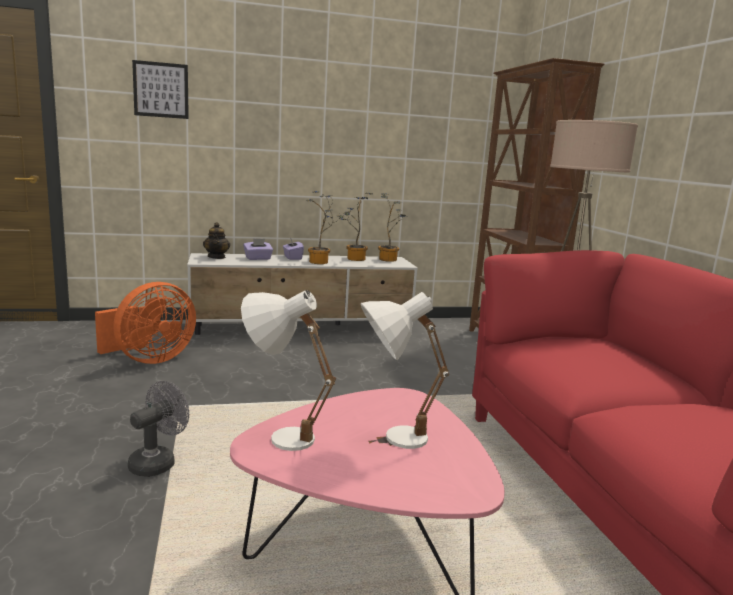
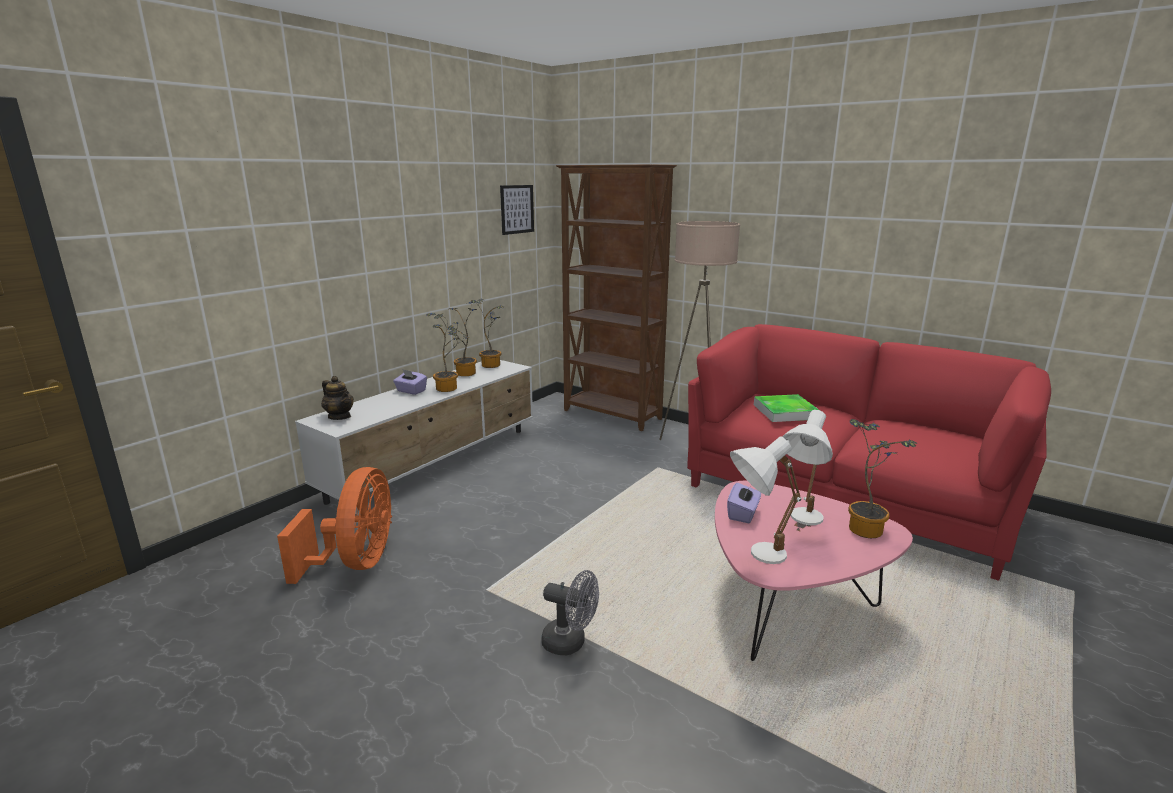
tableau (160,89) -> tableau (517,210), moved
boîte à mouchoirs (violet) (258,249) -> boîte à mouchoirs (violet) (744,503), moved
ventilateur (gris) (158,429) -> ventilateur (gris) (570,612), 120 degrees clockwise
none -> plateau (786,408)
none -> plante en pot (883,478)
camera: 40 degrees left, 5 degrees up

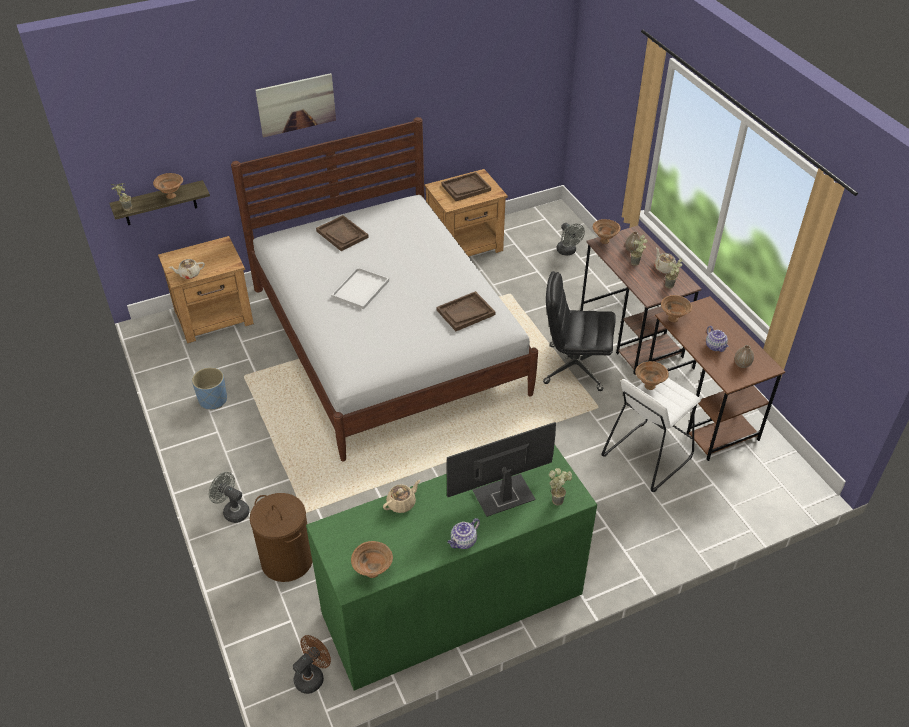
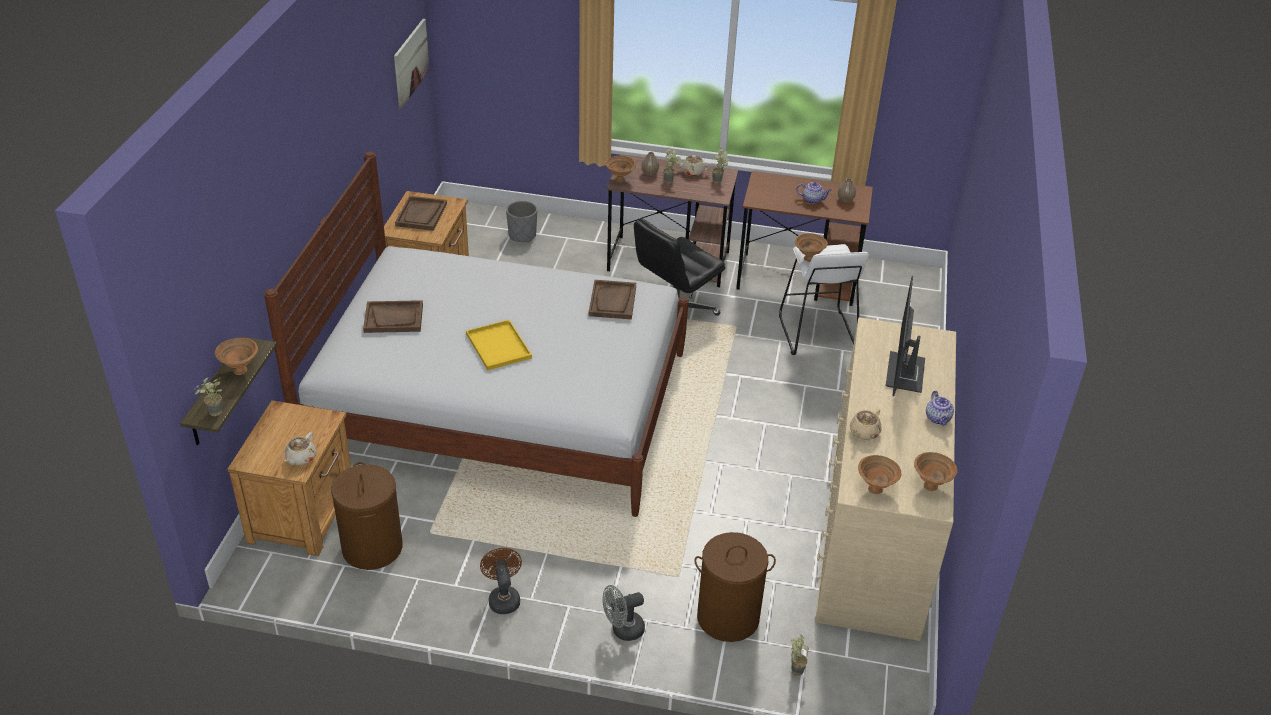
tableau (295,105) -> tableau (412,64), moved
ventilateur (gris) (570,239) -> cache-pot (gris) (521,221)
plateau (blanc) (360,288) -> plateau (jaune) (499,345)
bol (marron) (676,308) -> bol (marron) (879,474), moved
cache-pot (bleu) (209,388) -> none
commode (vert) (451,567) -> commode (beige) (885,479)
plante en pot (560,487) -> plante en pot (799,655), moved
théière (beige) (401,496) -> théière (beige) (865,424), 135 degrees counterclockwise
ventilateur (marron) (312,664) -> ventilateur (marron) (501,581), moved
none -> panier à linge (marron) (366,516)
camera: 55 degrees left, 5 degrees down

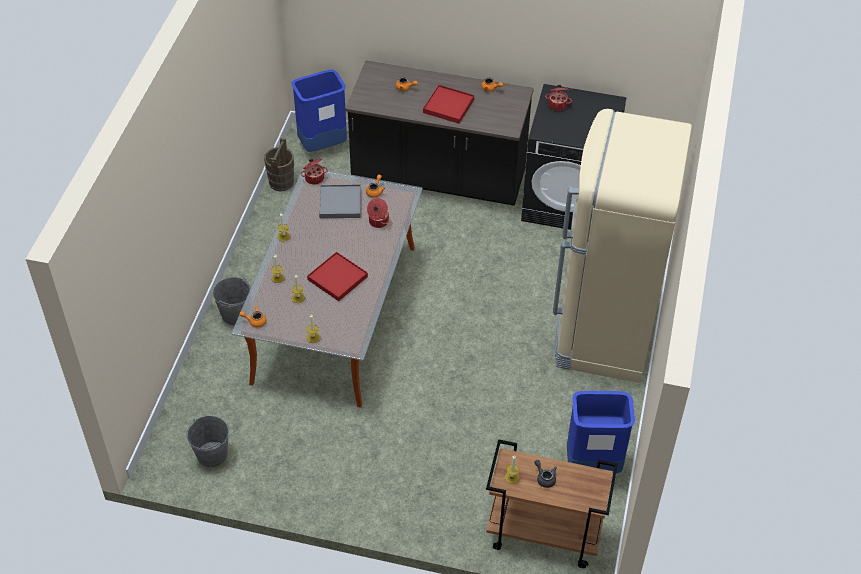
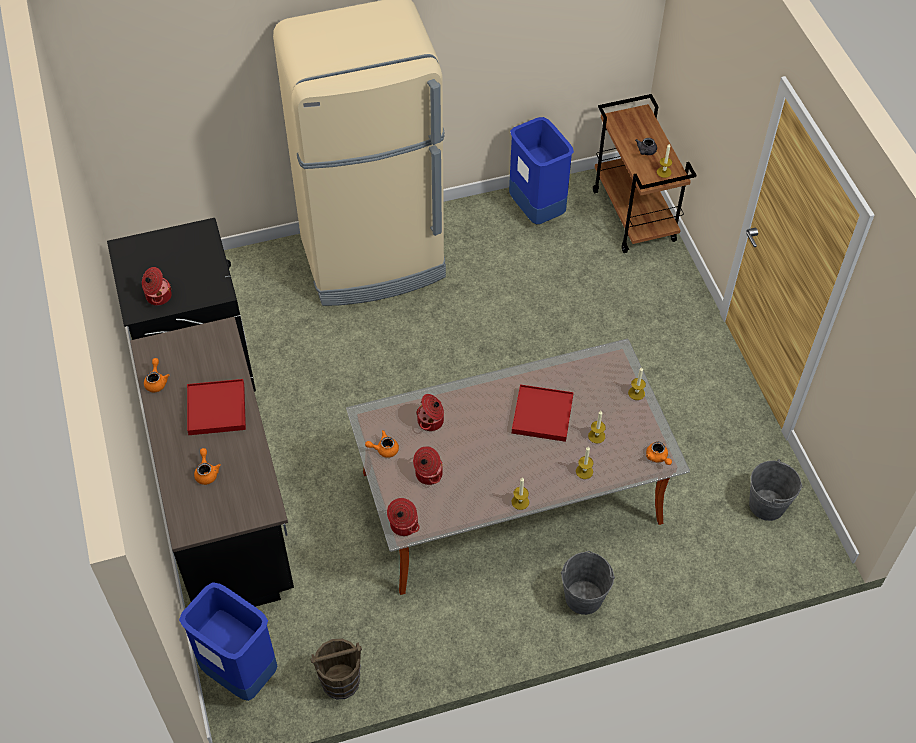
plateau (gris) (340,201) -> marmite (428,465)
camera: 120 degrees left, 5 degrees up

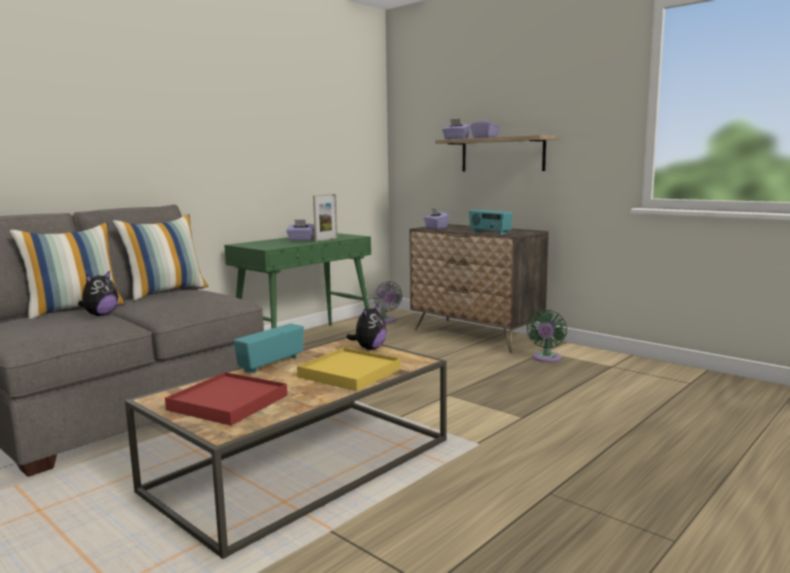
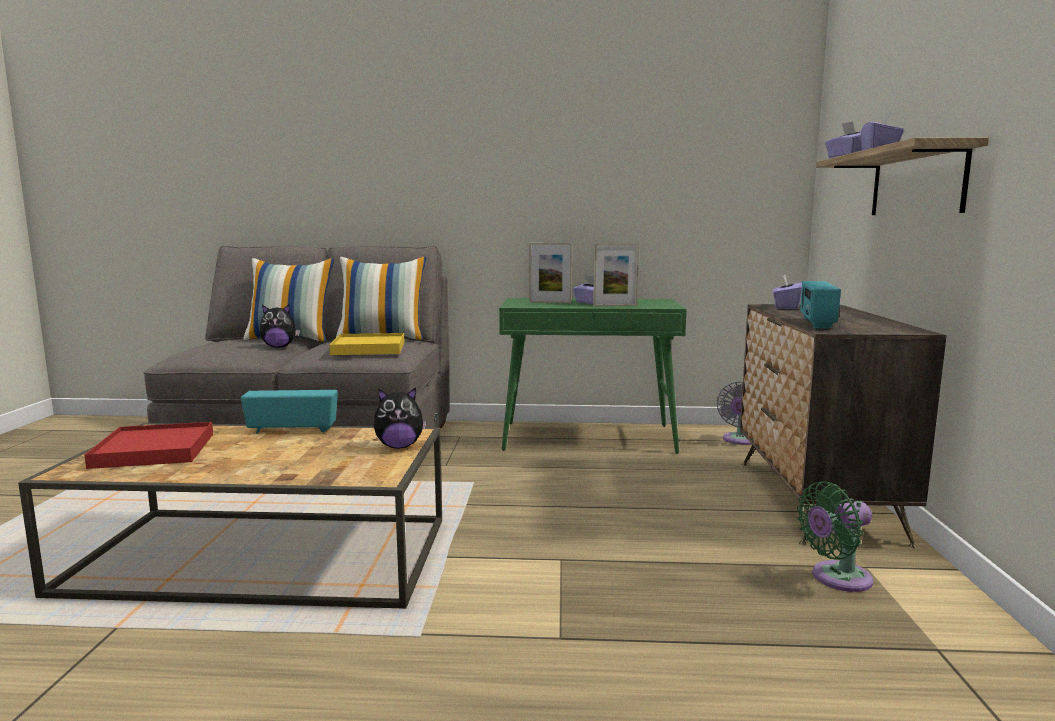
plateau (jaune) (349,369) -> plateau (jaune) (366,344), moved
none -> cadre photo (550,273)
camera: 50 degrees right, 0 degrees up

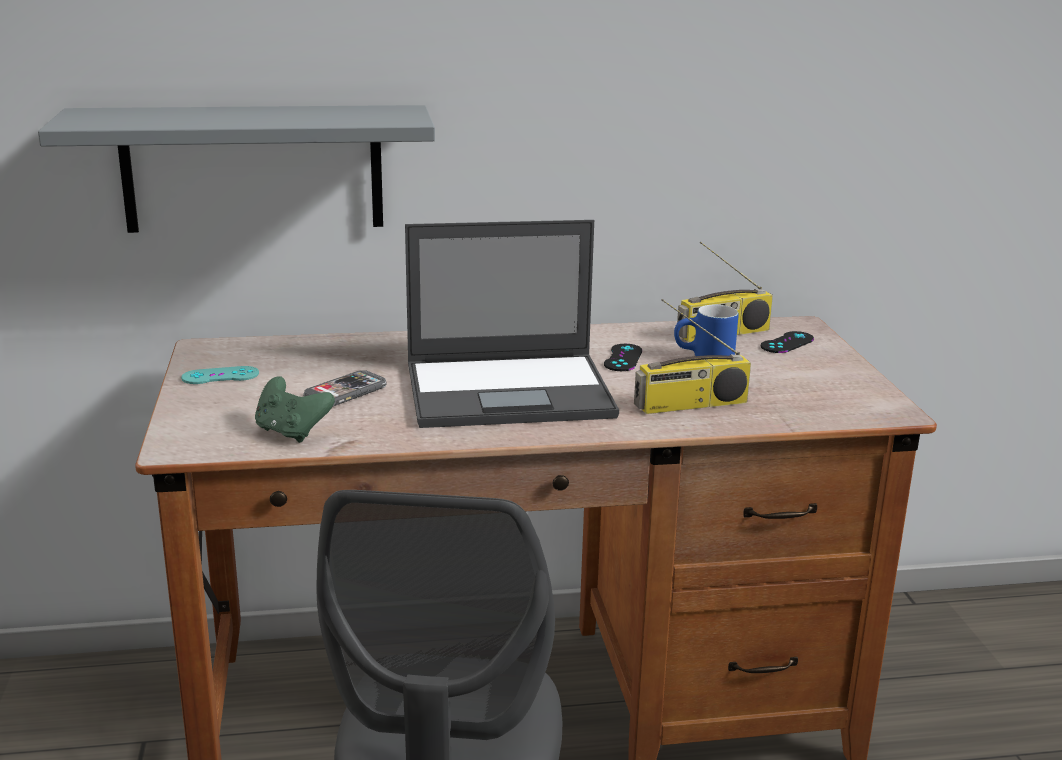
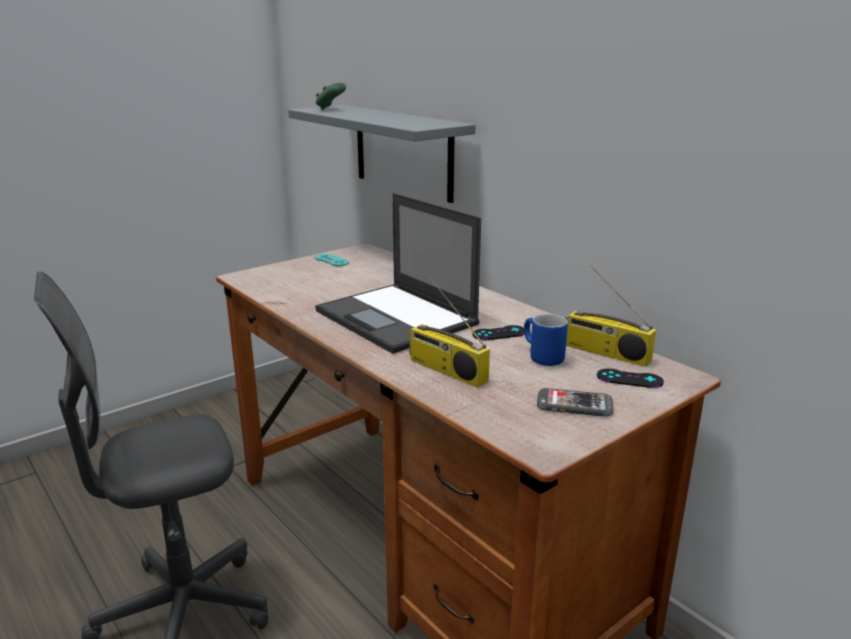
téléphone (345,388) -> téléphone (575,402), moved
manette (vert) (295,409) -> manette (vert) (331,96), moved
camera: 60 degrees right, 0 degrees up

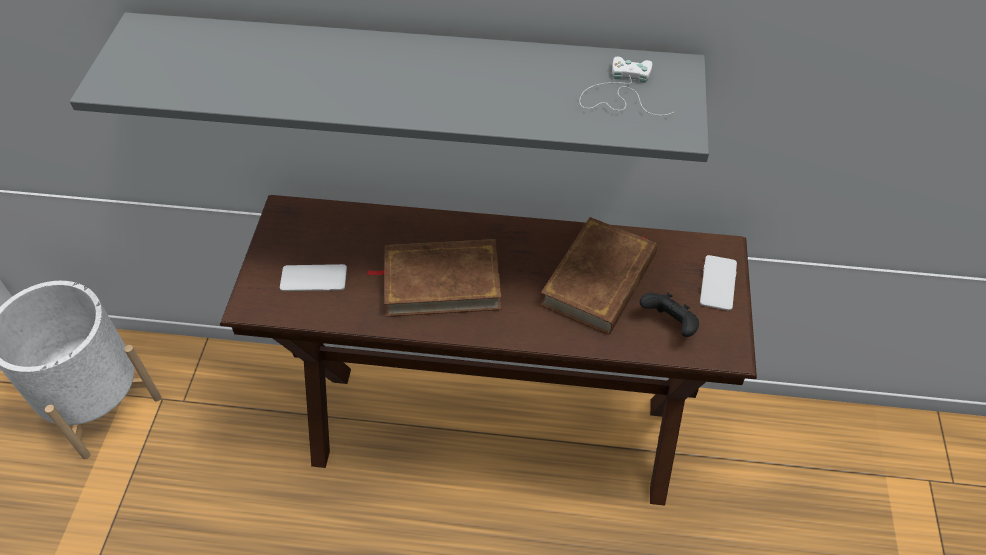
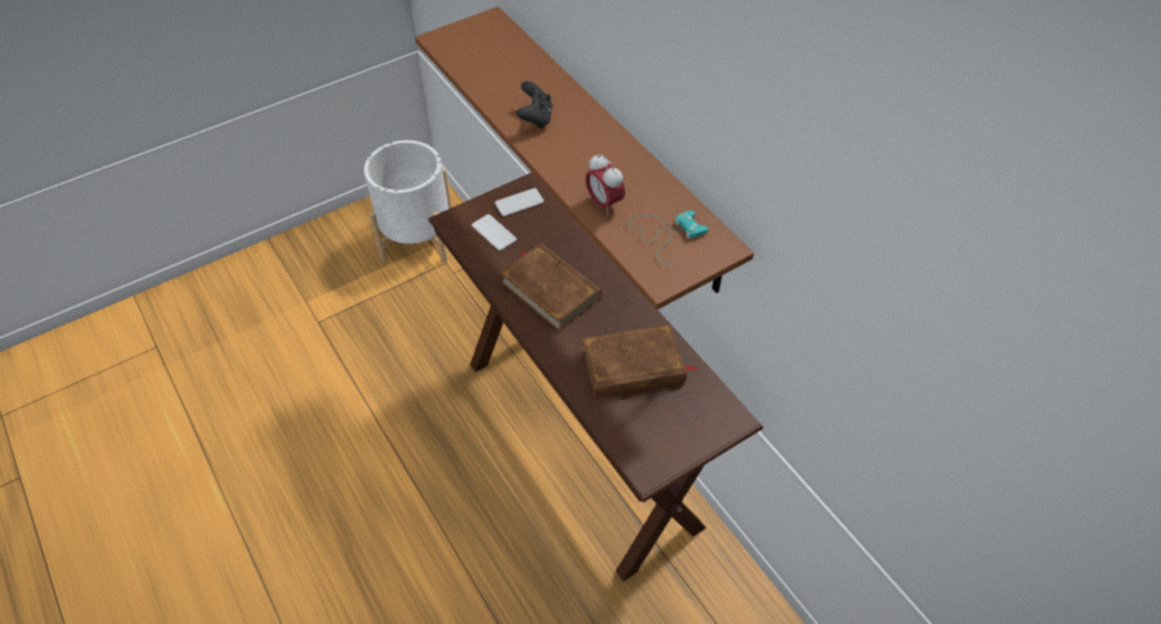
étagère (gris) (389,87) -> étagère (marron) (584,158)
manette (blanc) (626,86) -> manette (turquoise) (668,238)
téléphone (718,283) -> téléphone (519,202), moved
manette (noir) (669,314) -> manette (noir) (534,105), moved
none -> réveil (605,184)
camera: 50 degrees right, 0 degrees up

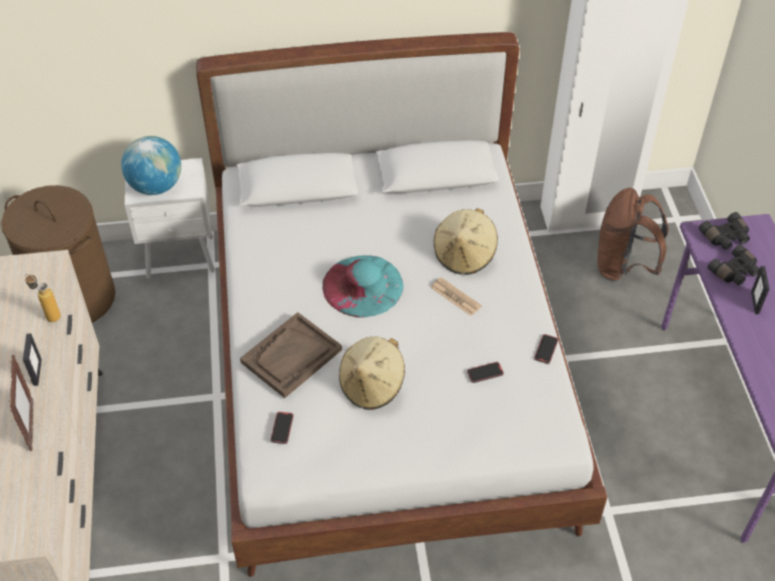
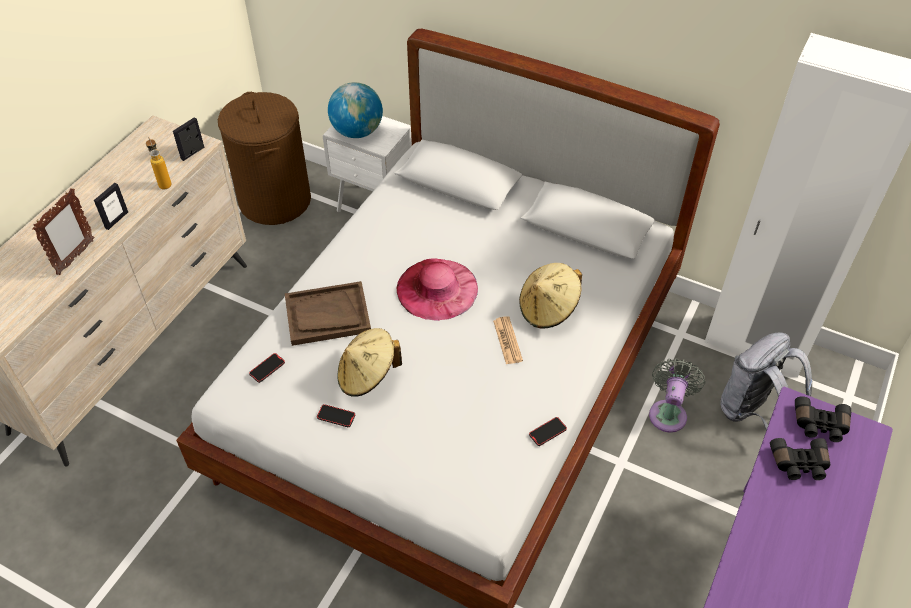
sac à dos (marron) (633,235) -> sac à dos (gris) (766,381)
chapeau (turquoise) (363,286) -> chapeau (rose) (437,289)
cadre photo (760,290) -> cadre photo (188,139), moved
téléphone (485,372) -> téléphone (336,415), moved
none -> ventilateur (gris) (677,395)
camera: 35 degrees right, 0 degrees up

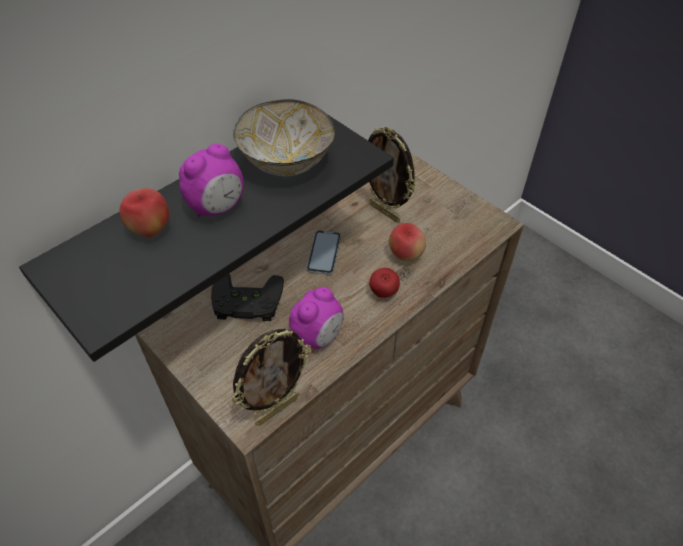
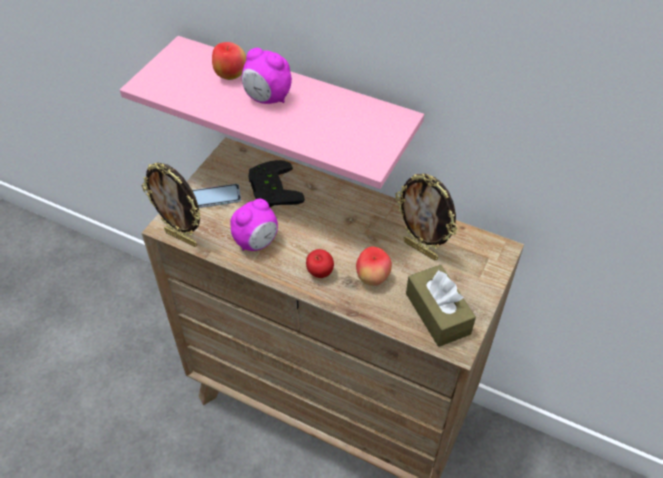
bol (284,137) -> none
étagère (noir) (206,238) -> étagère (rose) (272,112)
cadre photo (392,175) -> cadre photo (426,217), 75 degrees counterclockwise
téléphone (323,252) -> téléphone (216,196), moved
réveil (316,318) -> réveil (254,225), 60 degrees counterclockwise
none -> boîte à mouchoirs (marron) (441,306)
camera: 70 degrees right, 0 degrees up

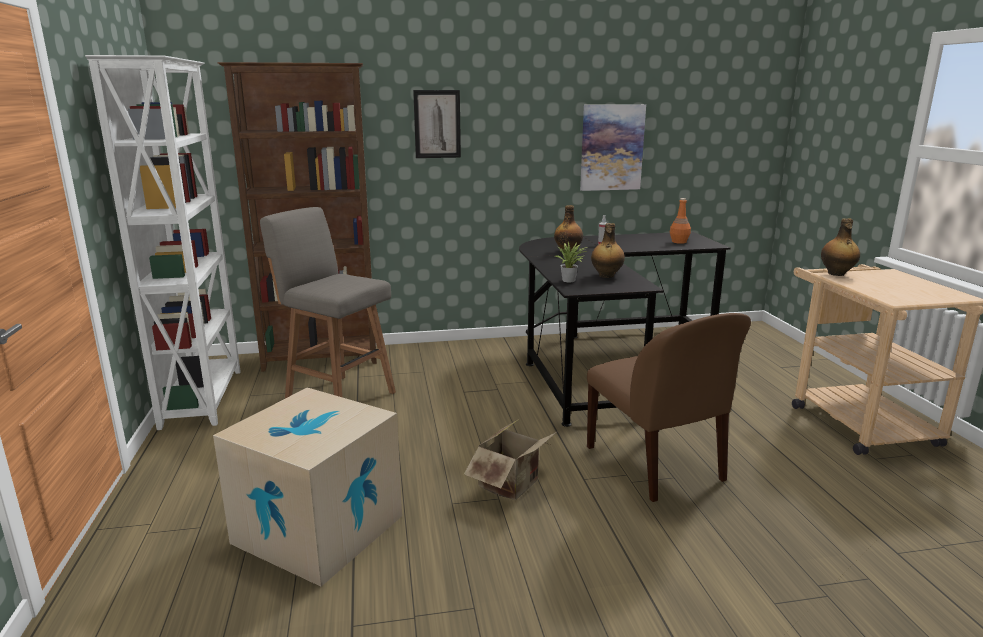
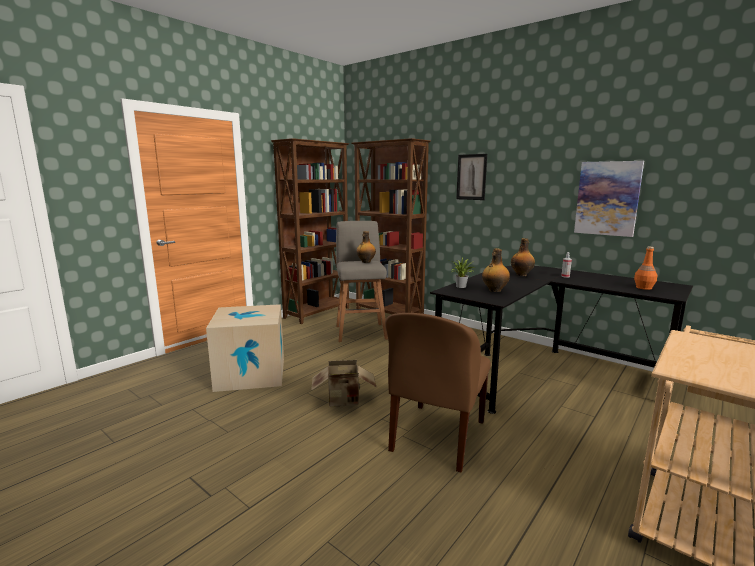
bibliothèque (blanc) (163,242) -> bibliothèque (marron) (310,231)
bouteille (840,247) -> bouteille (366,247), moved
camera: 50 degrees right, 5 degrees down

